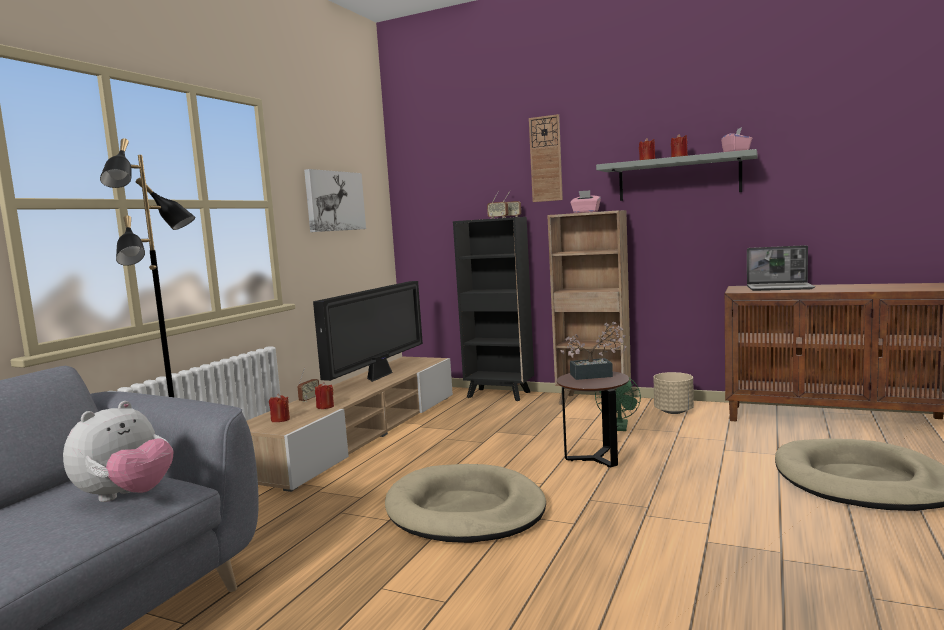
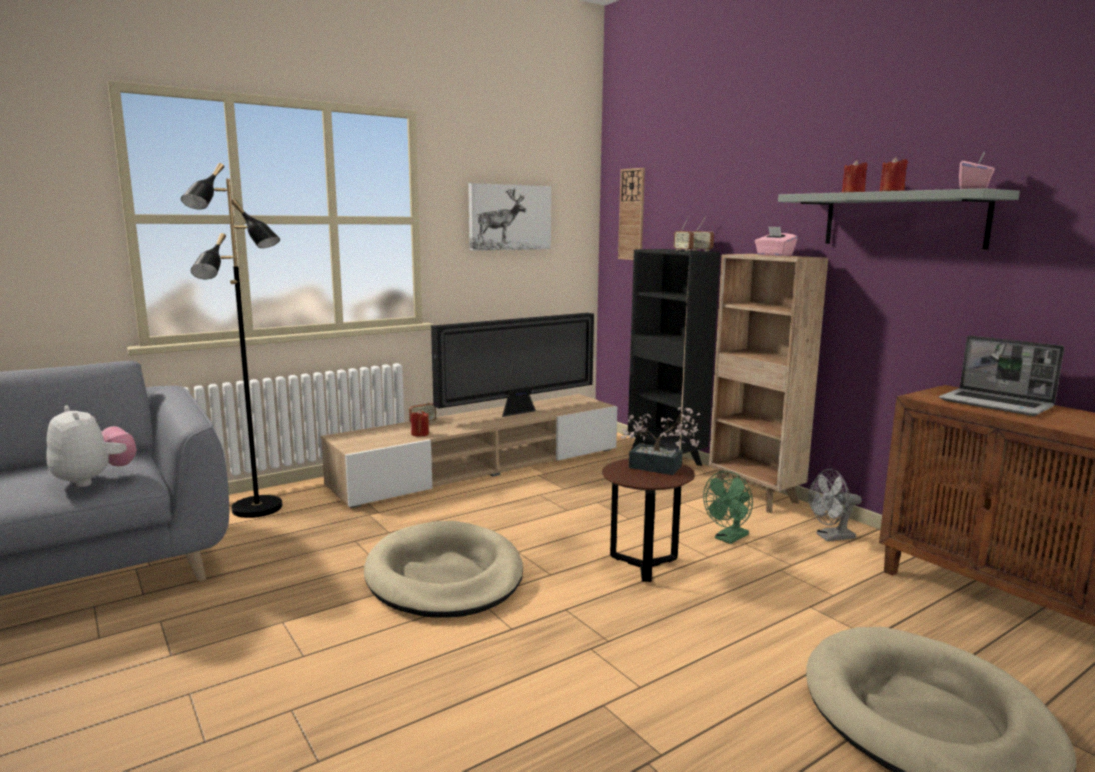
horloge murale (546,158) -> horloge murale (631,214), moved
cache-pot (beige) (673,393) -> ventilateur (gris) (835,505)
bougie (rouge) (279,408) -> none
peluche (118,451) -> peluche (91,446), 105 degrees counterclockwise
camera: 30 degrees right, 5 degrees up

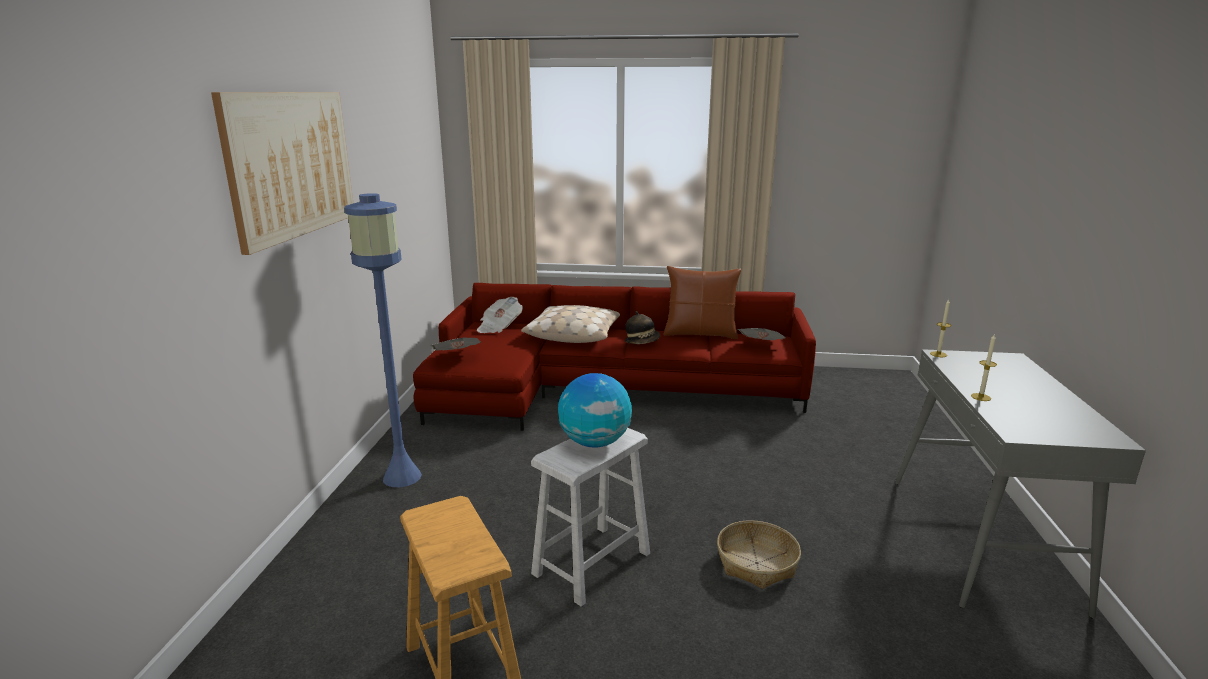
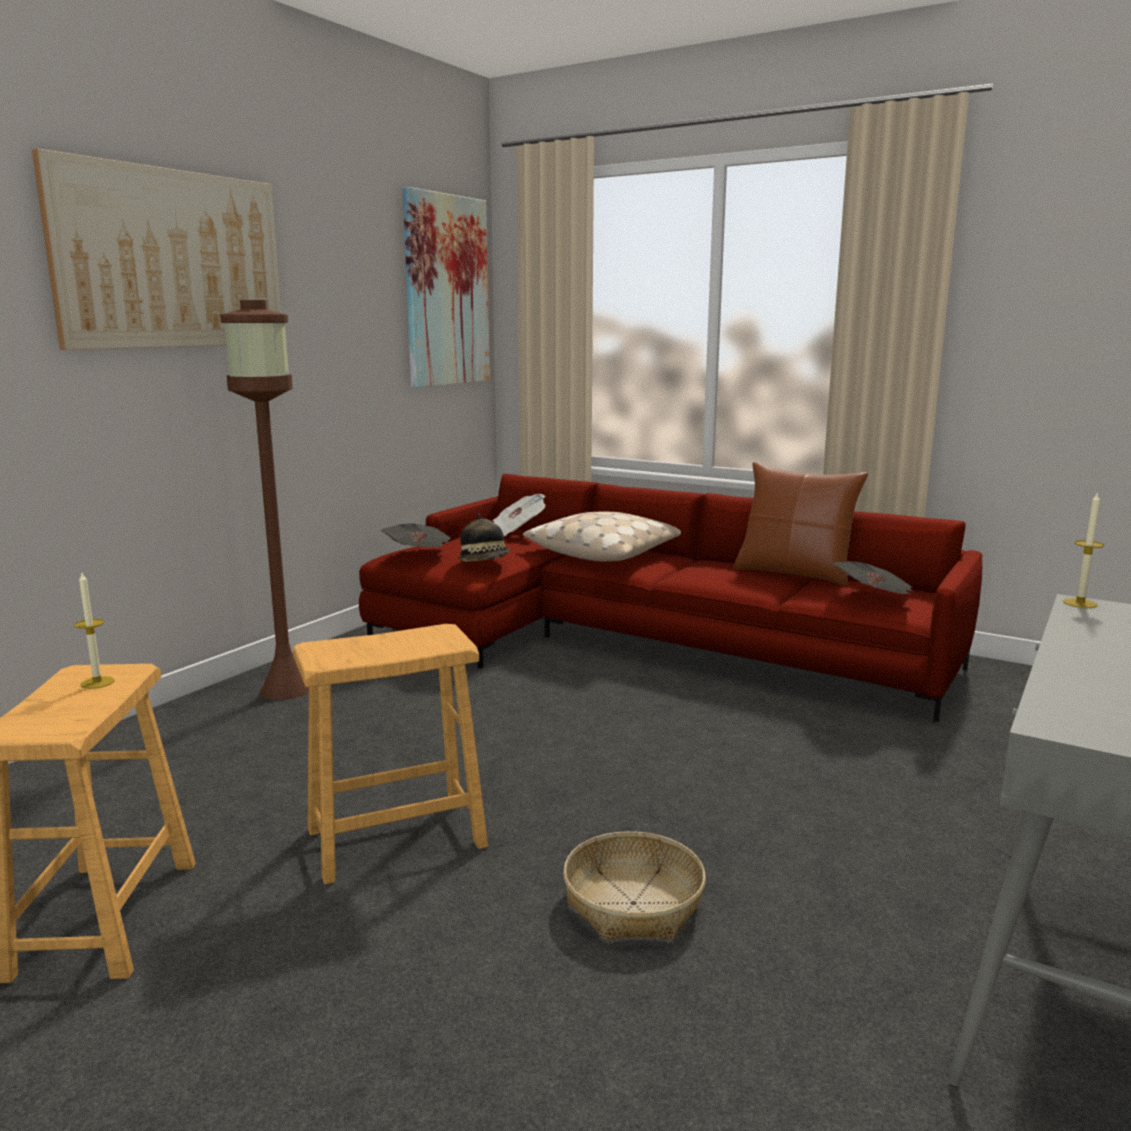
lampadaire (bleu) (383,340) -> lampadaire (marron) (264,500)
chapeau (642,327) -> chapeau (484,537), moved
bougie (984,368) -> bougie (94,630), moved
globe (595,410) -> none
tabouret (blanc) (590,517) -> tabouret (marron) (390,754)
none -> tableau (446,287)
camera: 25 degrees right, 5 degrees down

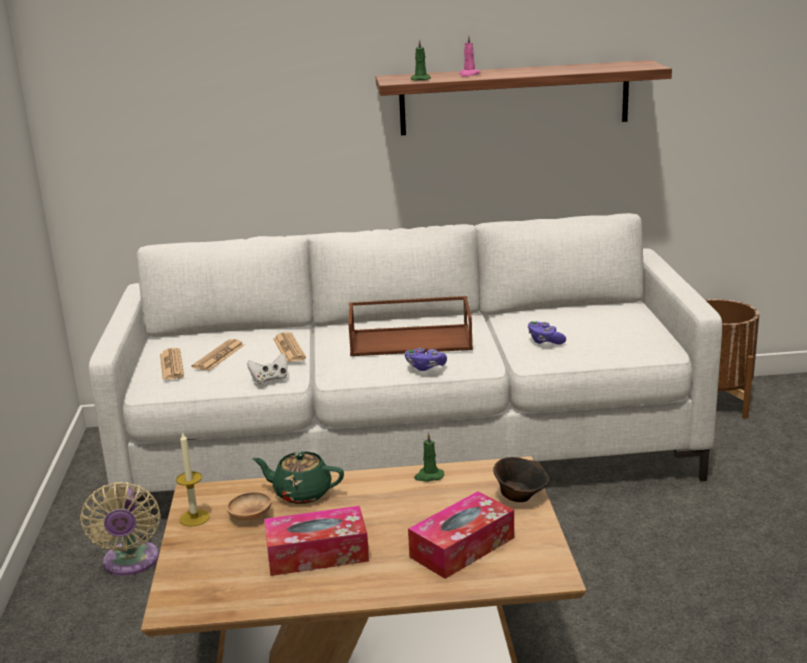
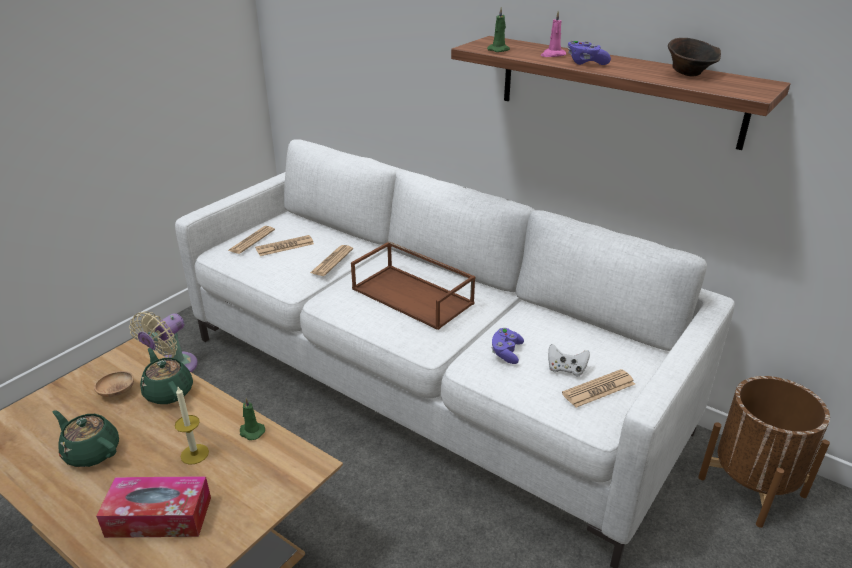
manette (violet) (426,359) -> manette (violet) (589,53), moved
manette (blanc) (267,368) -> manette (blanc) (569,360), moved
bougie (193,479) -> bougie (192,426), moved
bol (marron) (521,479) -> bol (marron) (694,57), moved
boîte à mouchoirs (316,541) -> théière (vert) (85,438)
none -> journal (598,388)
camera: 40 degrees right, 10 degrees up

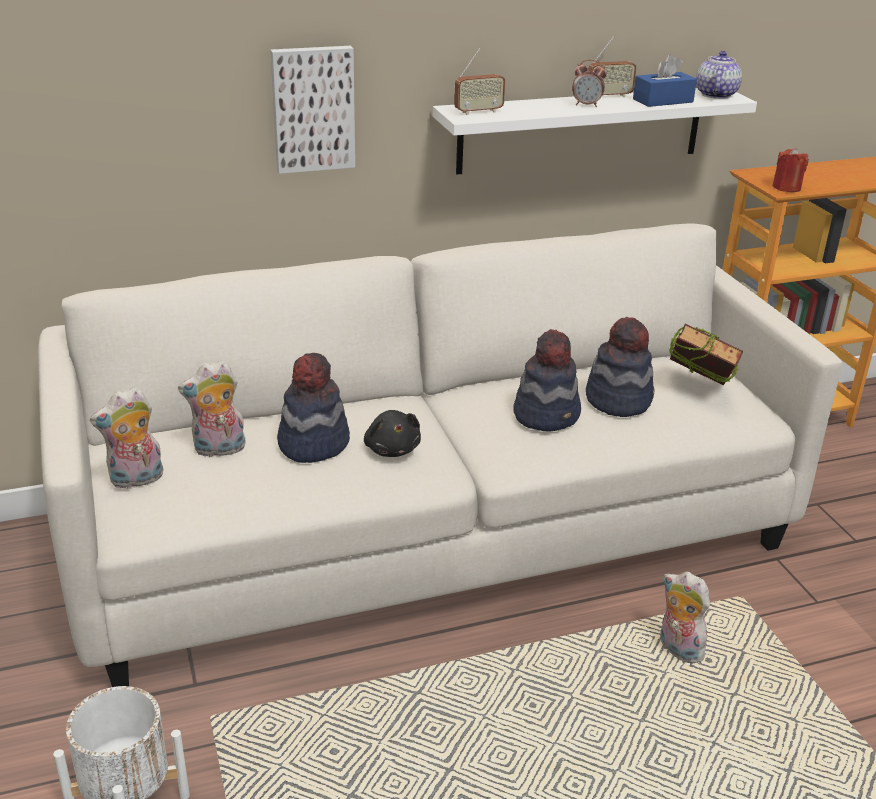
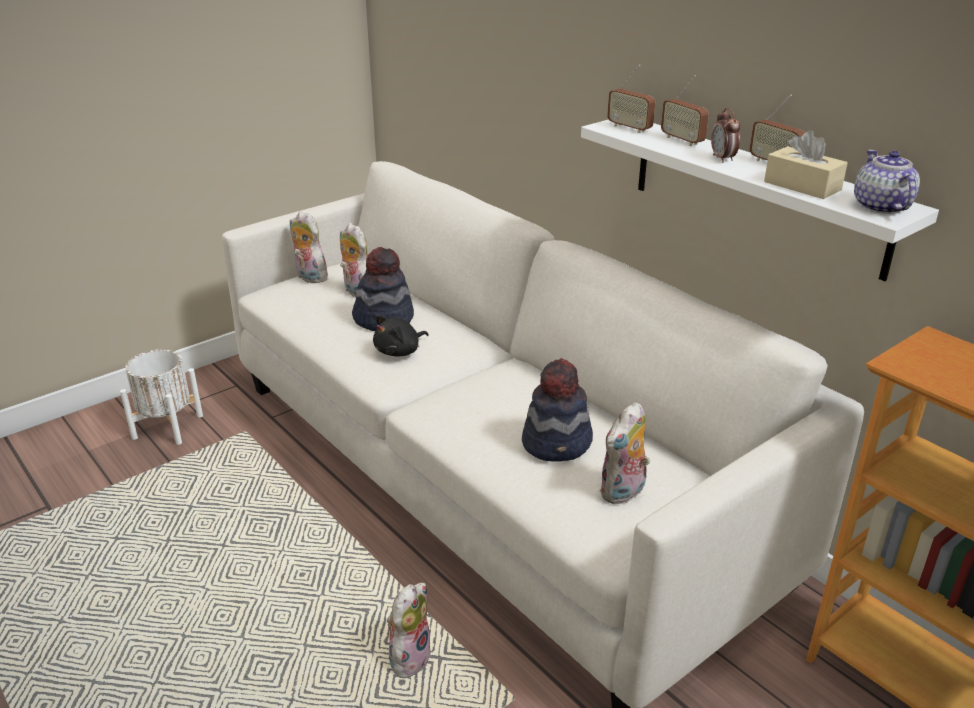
tableau (312,110) -> none
théière (719,75) -> théière (887,182), 90 degrees counterclockwise
boîte à mouchoirs (bleu) (665,80) -> boîte à mouchoirs (beige) (806,164)
bougie (rouge) (790,170) -> none
livre (706,354) -> peluche (624,453)
chapeau (547,380) -> none
none -> radio (685,110)
camera: 70 degrees right, 0 degrees up

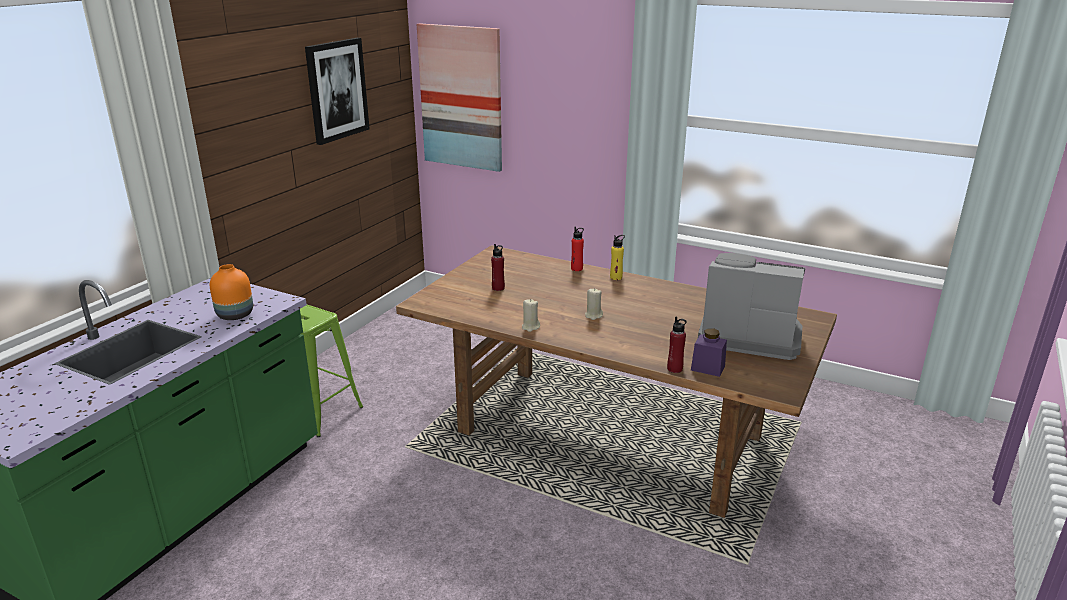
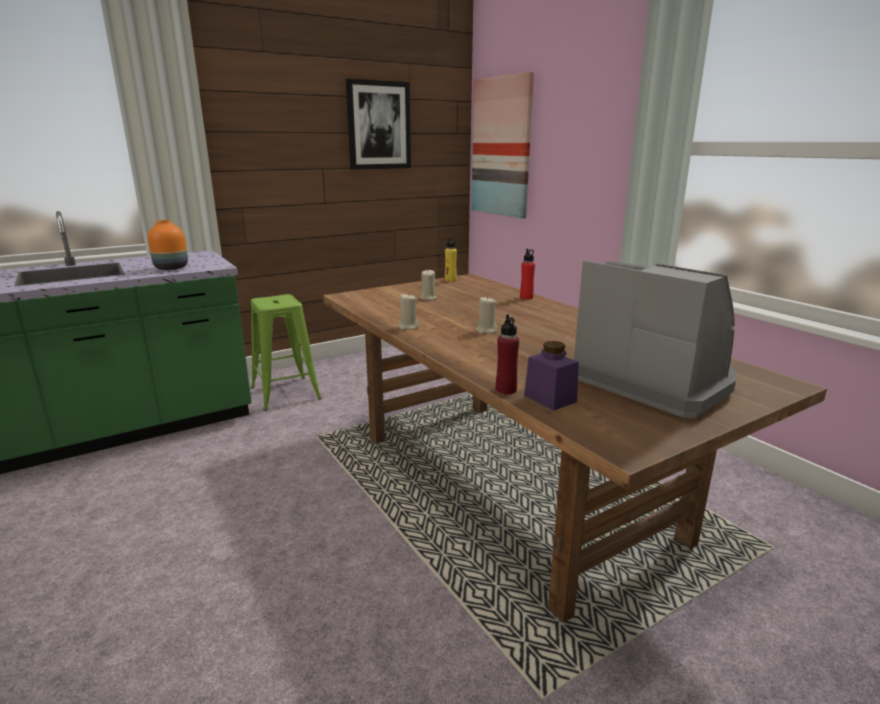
bouteille (jaune) (617,257) -> bouteille (jaune) (451,259), moved
bouteille (rouge) (498,267) -> bougie (beige) (428,285)
camera: 30 degrees right, 5 degrees down

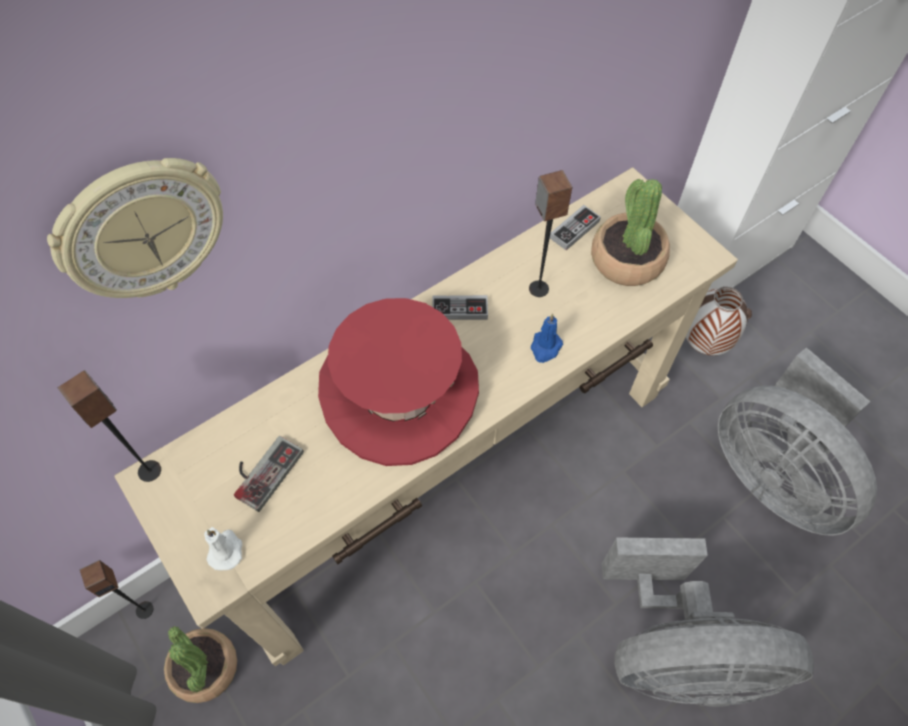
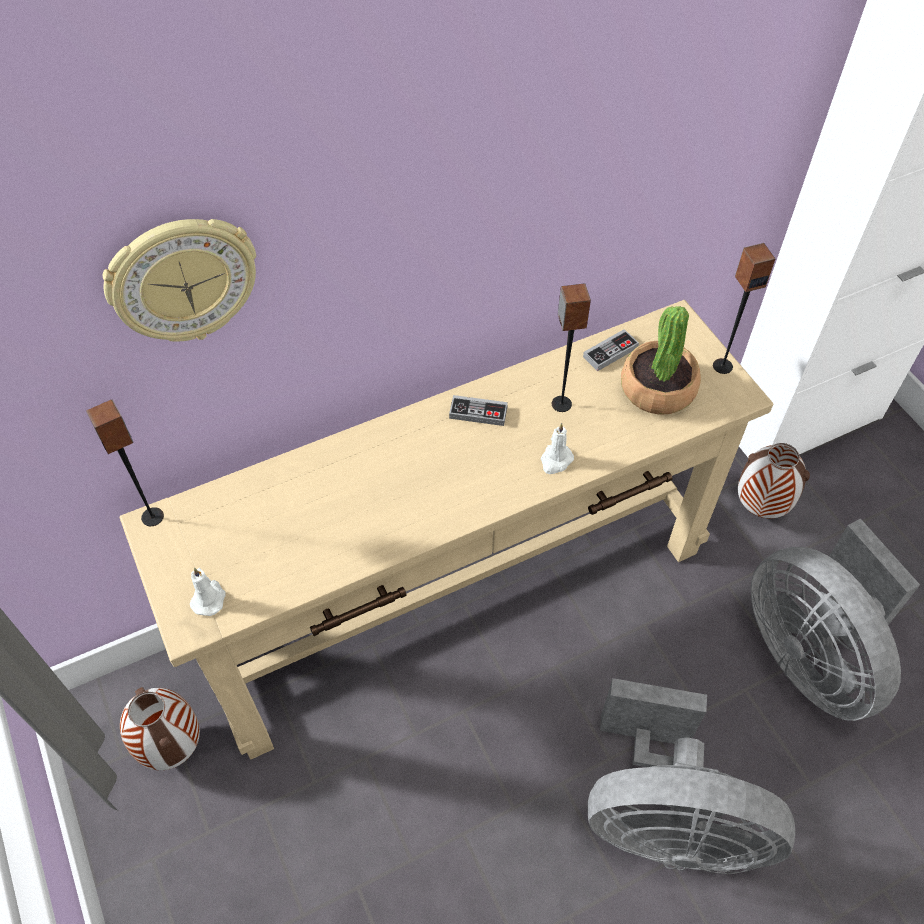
chapeau (rouge) (398,382) -> none
bougie (bleu) (547,338) -> bougie (blanc) (557,448)
manette (269,474) -> none
enceinte (116,589) -> enceinte (744,308), moved
plante en pot (200,664) -> vase (160,728)
camera: 10 degrees right, 5 degrees down

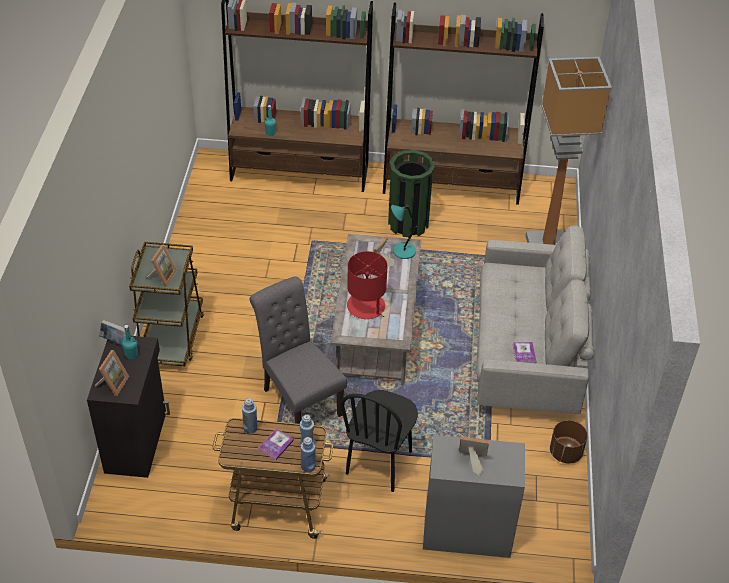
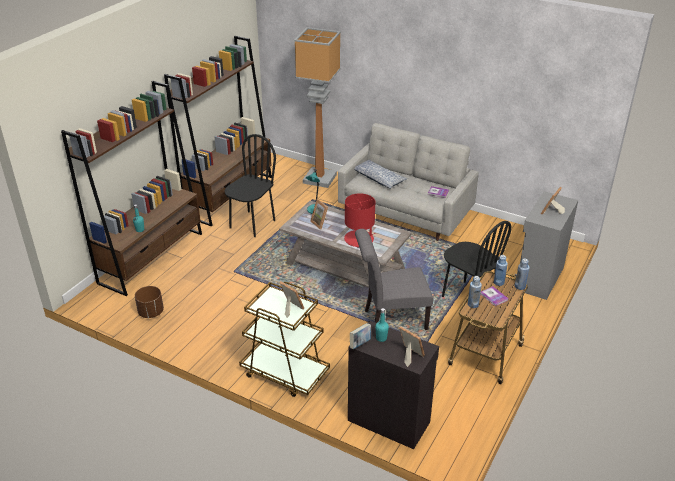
poubelle (vert) (411,193) -> chaise (noir) (250,185)
cache-pot (marron) (569,441) -> cache-pot (marron) (149,302), moved
none -> coussin (380,174)
camera: 65 degrees left, 10 degrees down

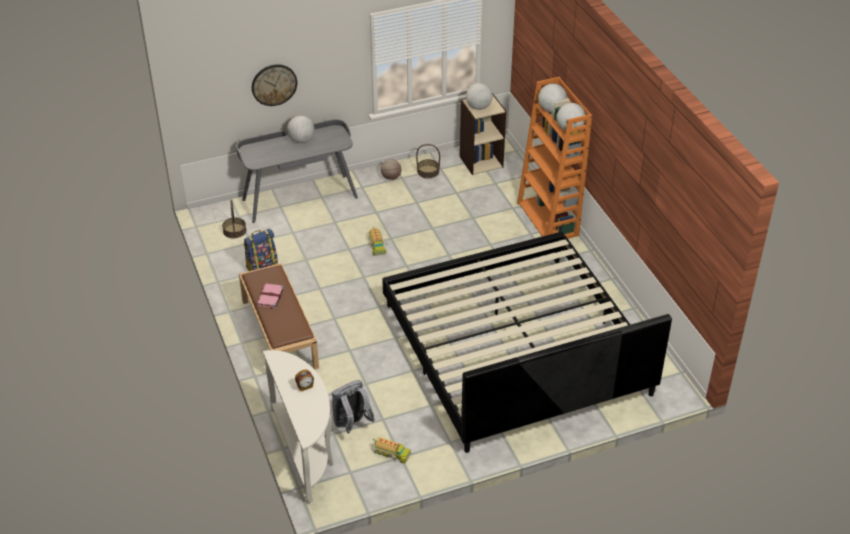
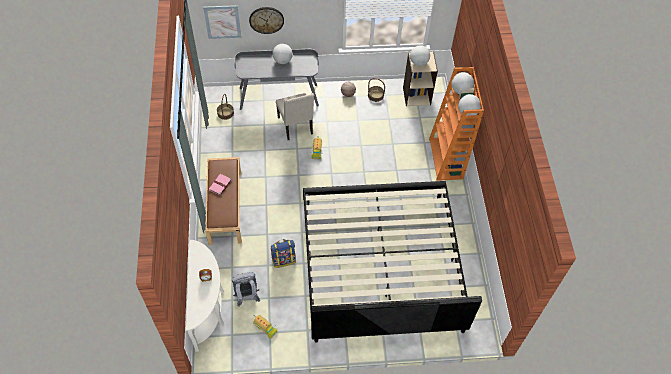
sac à dos (261,250) -> sac à dos (283,253), moved
none -> tableau (222,22)
none -> chaise (beige) (295,116)
camera: 15 degrees right, 15 degrees up

